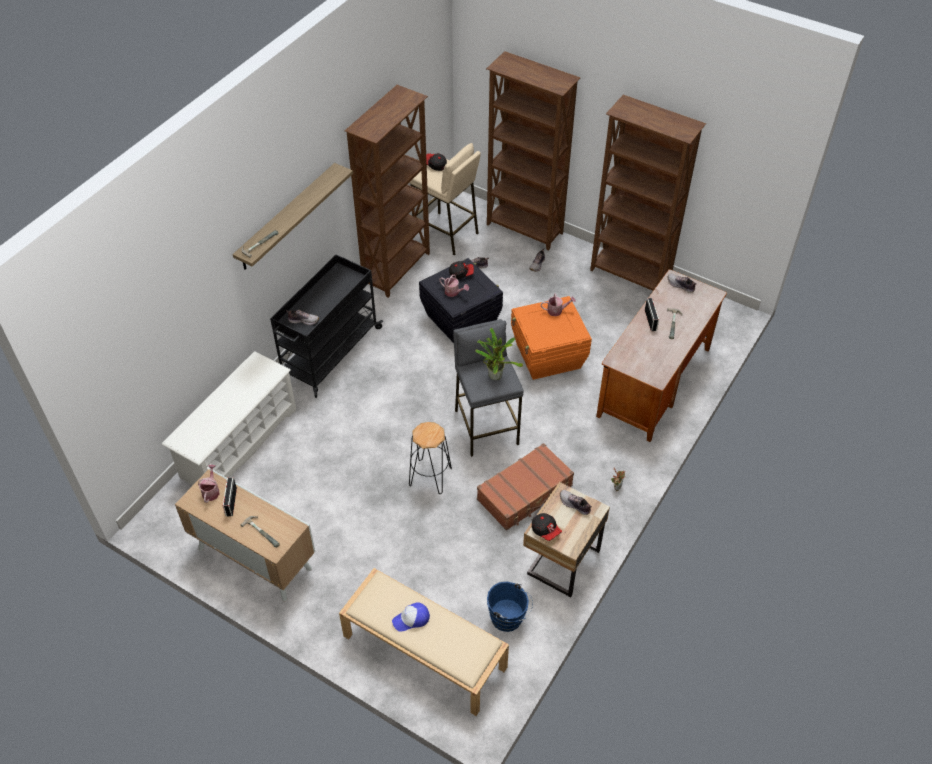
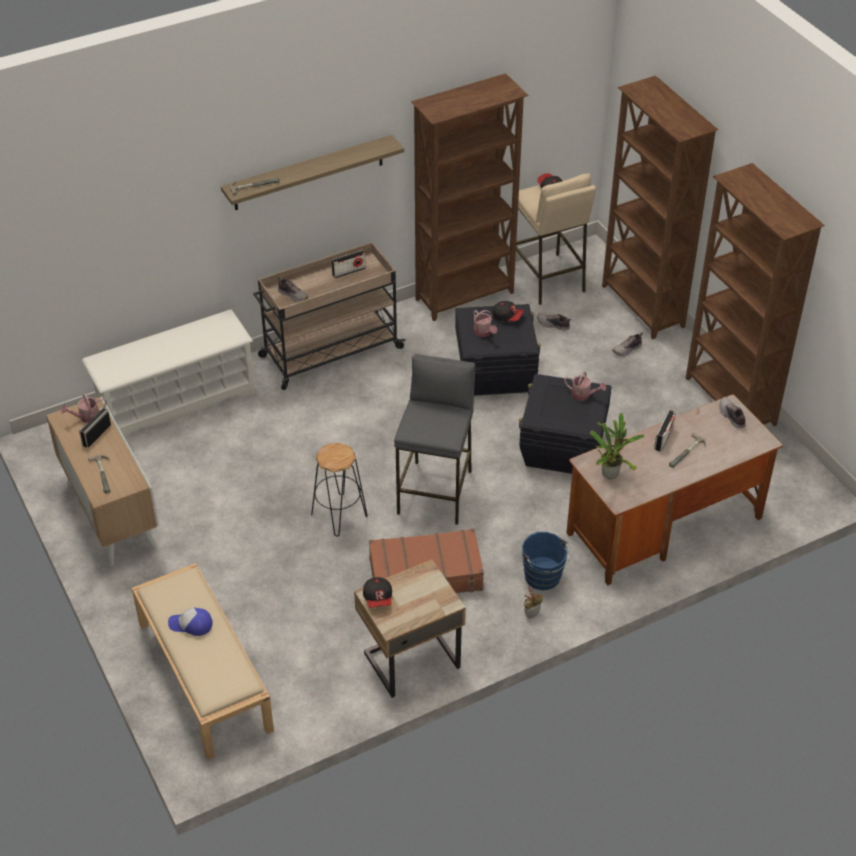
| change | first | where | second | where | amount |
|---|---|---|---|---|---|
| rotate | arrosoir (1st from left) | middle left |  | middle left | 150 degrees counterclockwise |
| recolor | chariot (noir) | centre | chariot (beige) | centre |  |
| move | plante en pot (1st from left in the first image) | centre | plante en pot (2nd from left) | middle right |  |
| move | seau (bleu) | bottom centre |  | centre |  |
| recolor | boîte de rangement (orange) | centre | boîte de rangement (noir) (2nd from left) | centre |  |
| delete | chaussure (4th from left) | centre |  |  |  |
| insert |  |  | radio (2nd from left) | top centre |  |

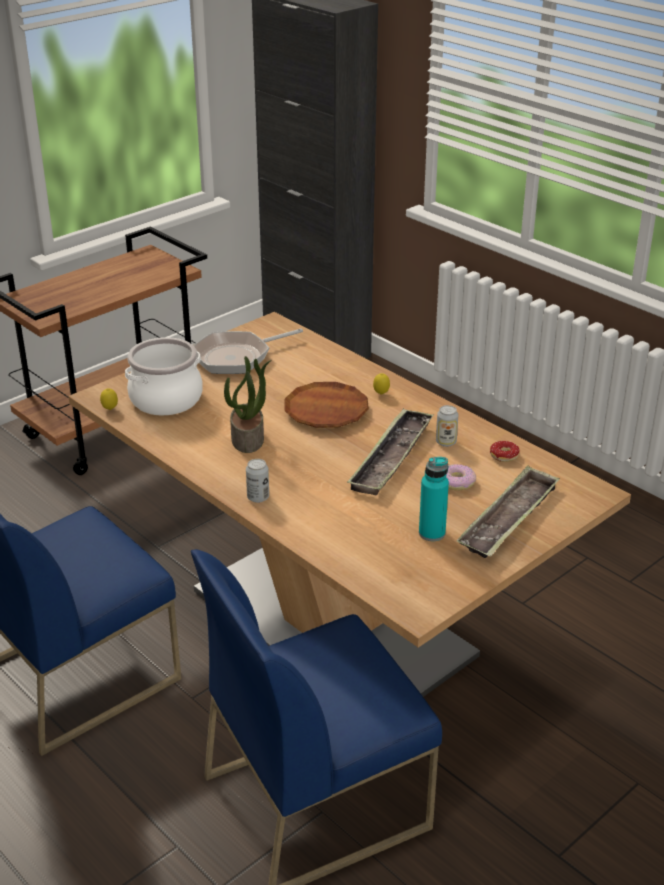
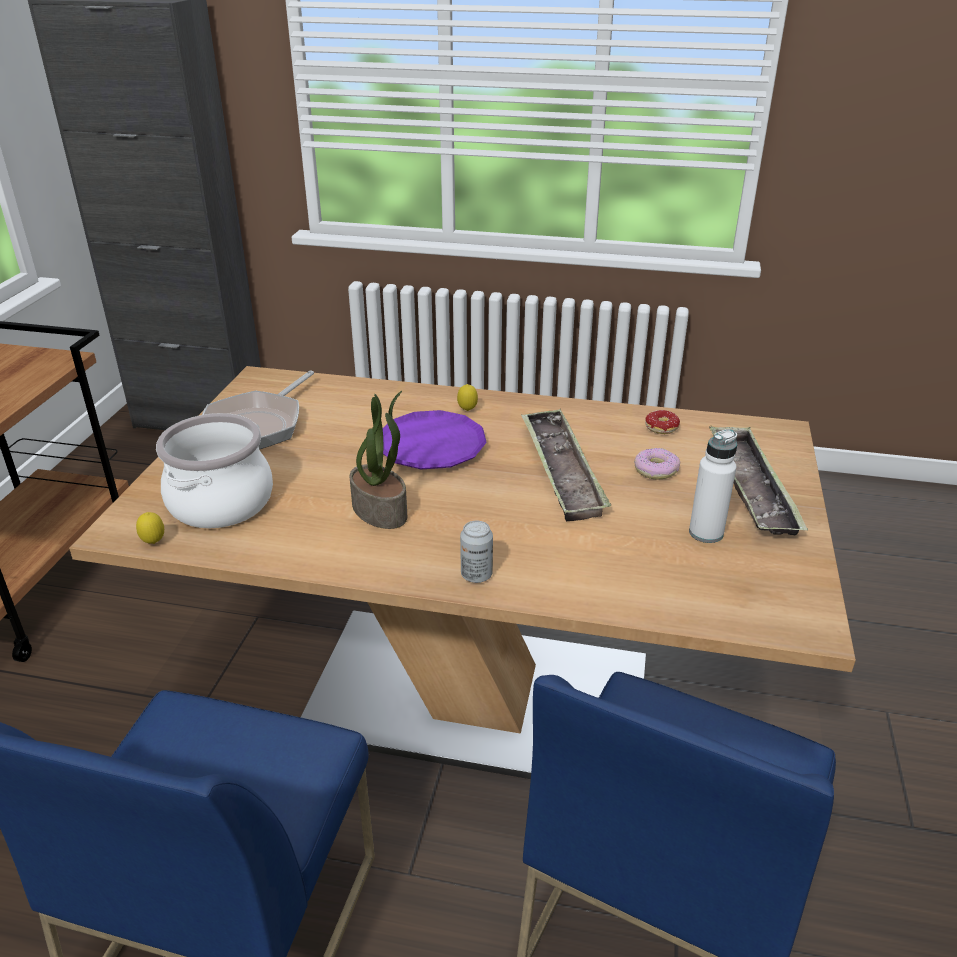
| change | first | where | second | where | amount |
|---|---|---|---|---|---|
| recolor | assiette (marron) | centre | assiette (violet) | centre |  |
| recolor | bouteille (turquoise) | centre | bouteille (blanc) | middle right |  |
| delete | boîte métallique (2nd from left) | middle right |  |  |  |

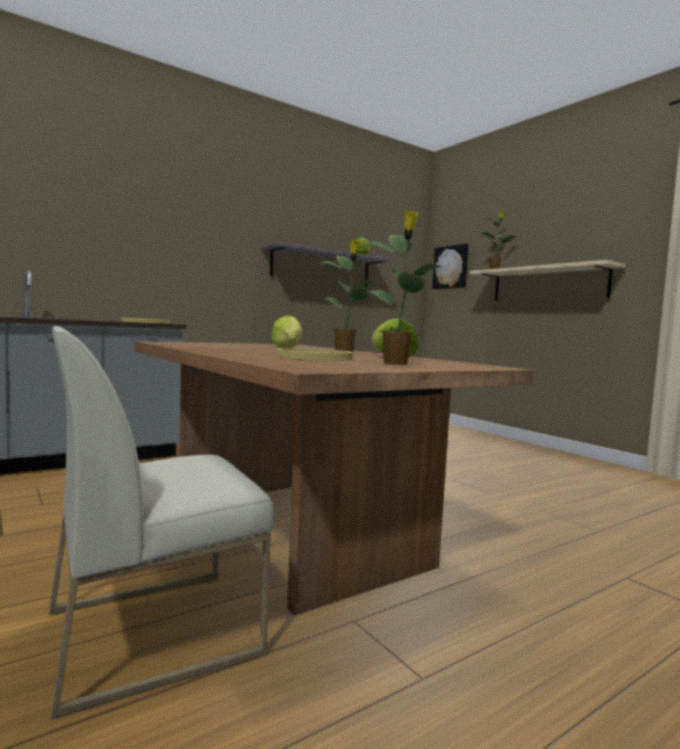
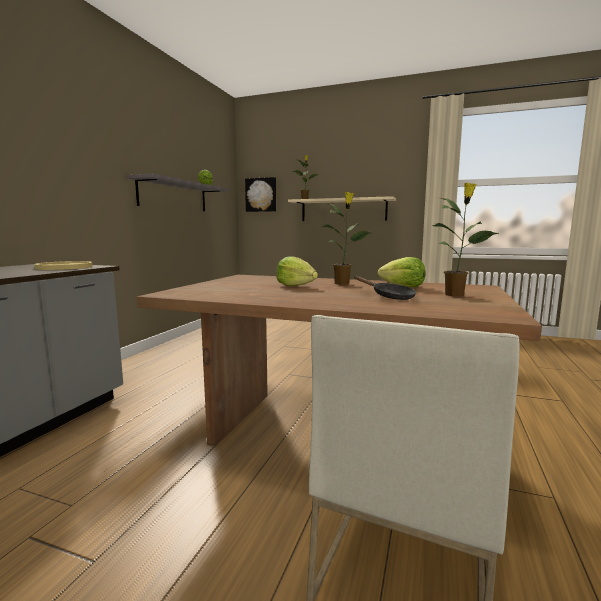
| change | first | where | second | where | amount |
|---|---|---|---|---|---|
| replace | assiette (jaune) (2nd from left) | centre | poêle (noir) | centre |  |

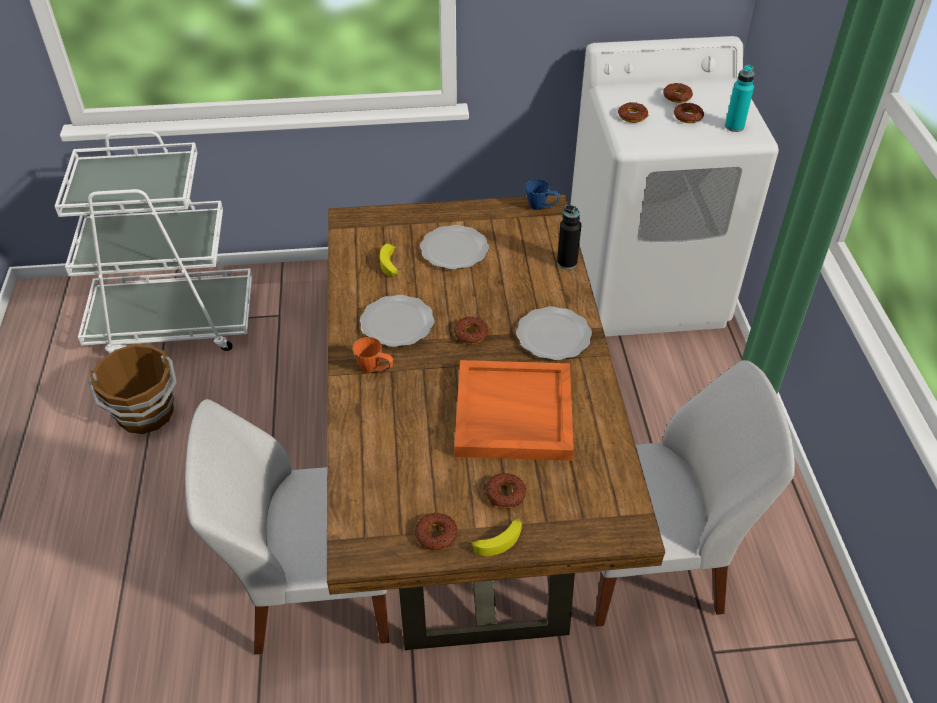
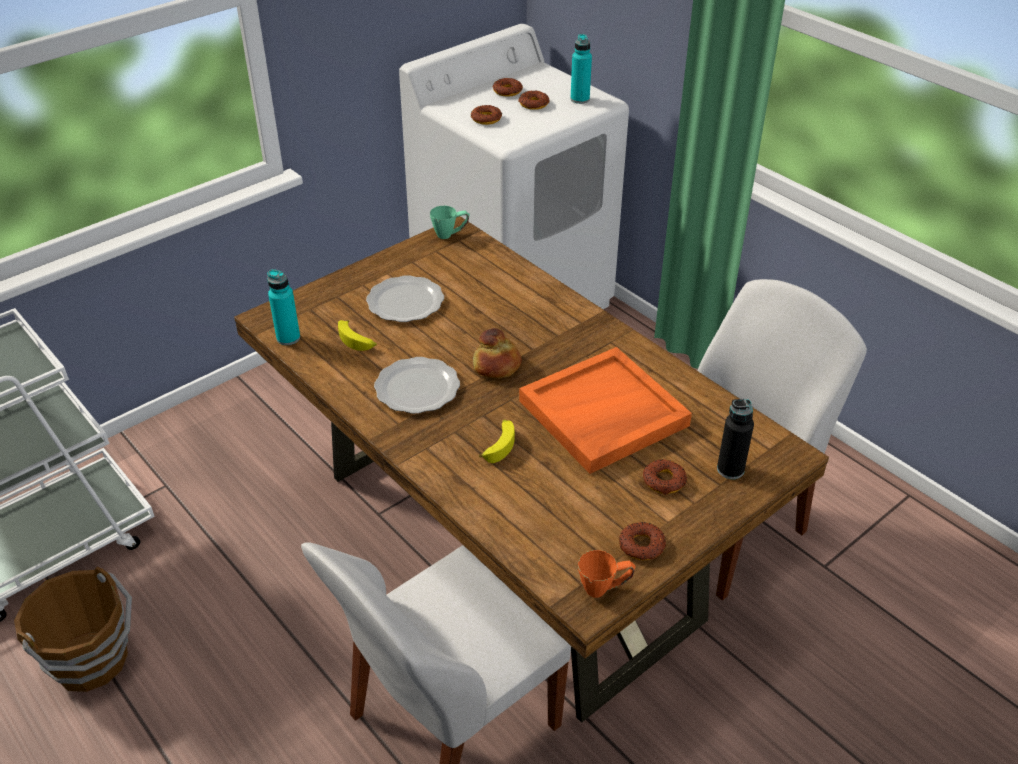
| change | first | where | second | where | amount |
|---|---|---|---|---|---|
| move | mug (orange) | centre |  | bottom centre |  |
| replace | beignet (2nd from left) | centre | pain | centre |  |
| move | banane (2nd from left) | bottom centre |  | centre |  |
| delete | assiette (3rd from left) | centre |  |  |  |
| recolor | mug (bleu) | top centre | mug (vert) | top centre |  |
| move | bouteille (noir) | centre |  | middle right |  |
| insert |  |  | bouteille (turquoise) (1st from left) | middle left |  |

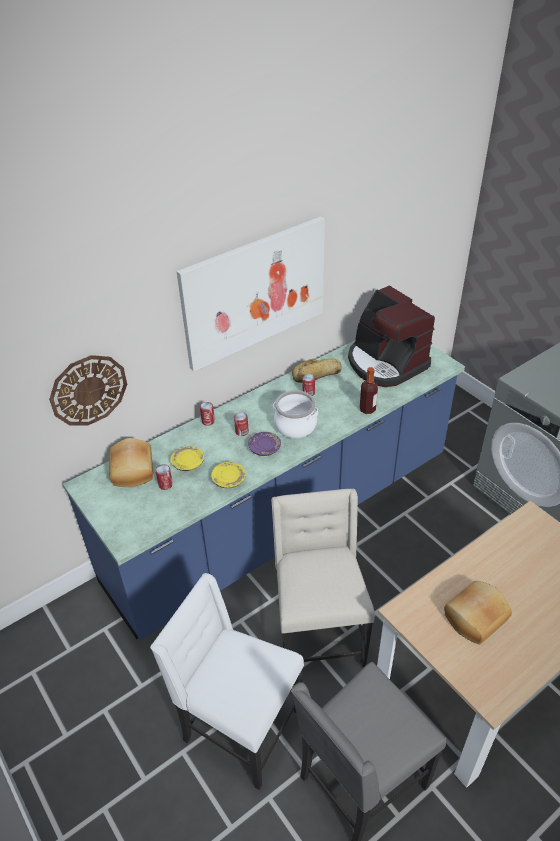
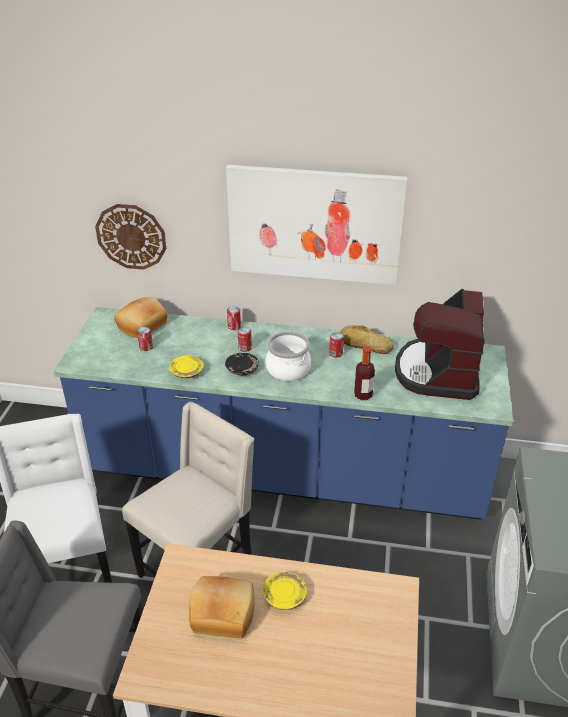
| change | first | where | second | where | amount |
|---|---|---|---|---|---|
| move | assiette (jaune) (1st from left in the first image) | centre | assiette (jaune) (2nd from left) | bottom centre |  |
| recolor | assiette (violet) | centre | assiette (noir) | centre |  |

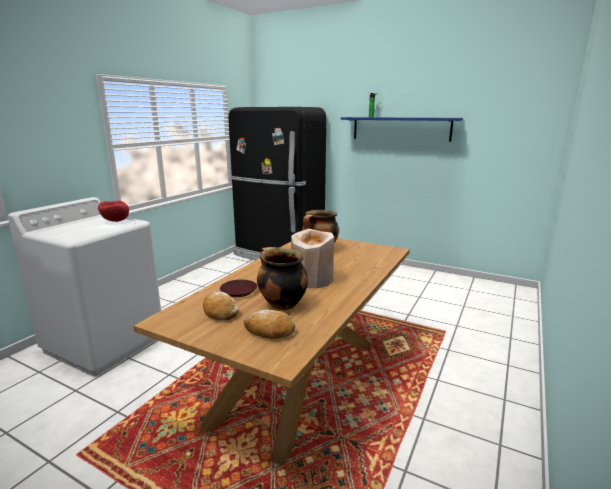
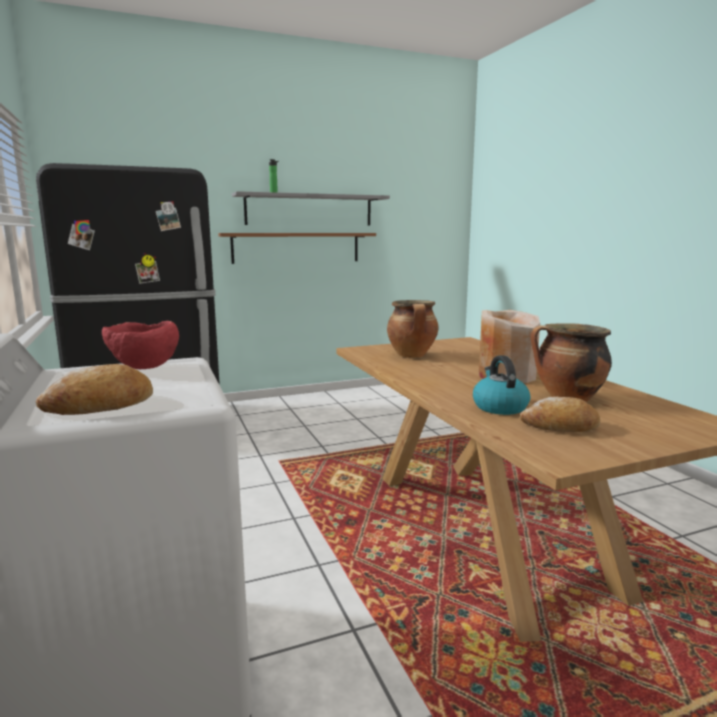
| change | first | where | second | where | amount |
|---|---|---|---|---|---|
| replace | assiette (marron) | centre | bouilloire | middle right |  |
| move | pain (2nd from left in the first image) | centre | pain (1st from left) | middle left |  |
| recolor | étagère (bleu) | top centre | étagère (gris) | top centre |  |
| insert |  |  | étagère (marron) | centre |  |

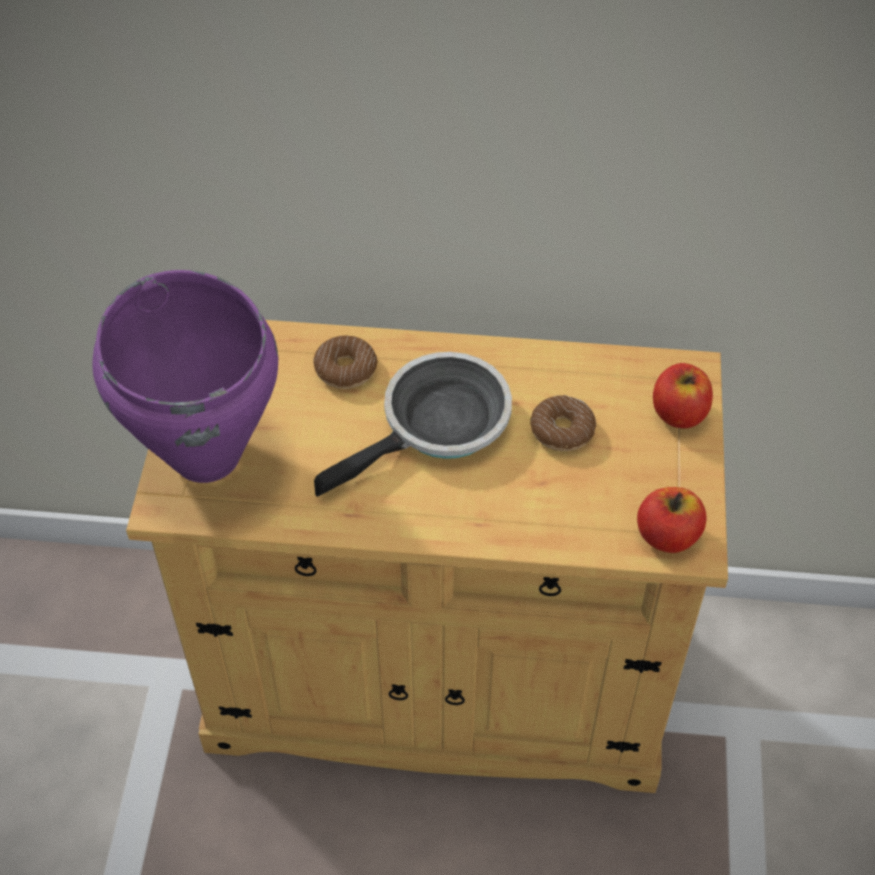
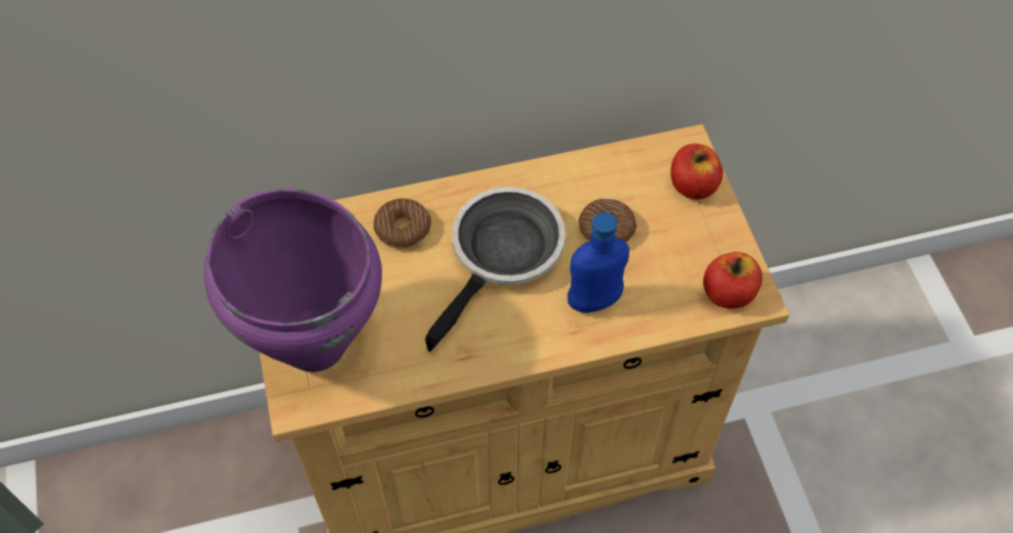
| change | first | where | second | where | amount |
|---|---|---|---|---|---|
| insert |  |  | bouteille (bleu) | centre |  |

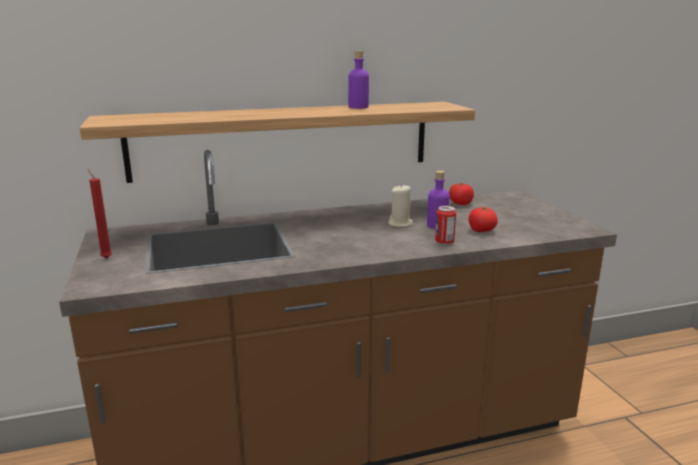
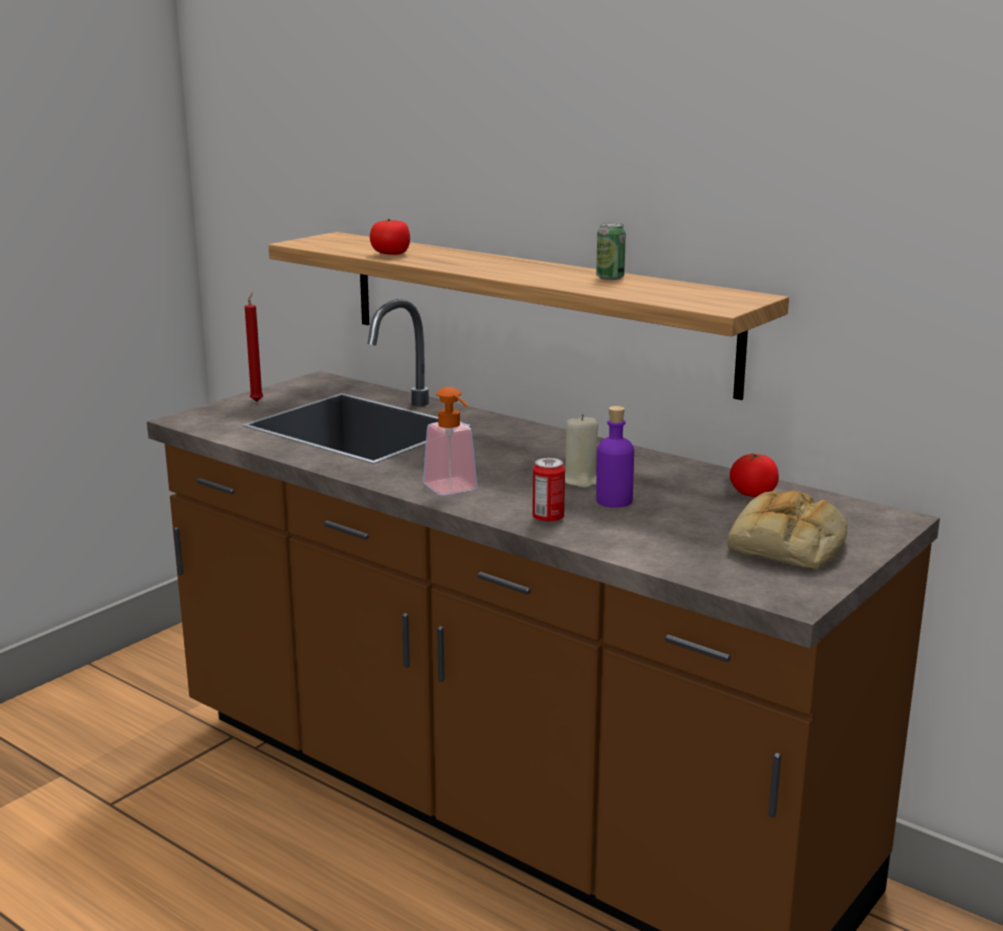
| change | first | where | second | where | amount |
|---|---|---|---|---|---|
| replace | bouteille (violet) (1st from left) | top centre | boîte métallique (2nd from left) | top centre |  |
| move | tomate (2nd from left in the first image) | middle right | tomate (1st from left) | top centre |  |
| insert |  |  | distributeur de savon | centre |  |
| insert |  |  | pain | middle right |  |

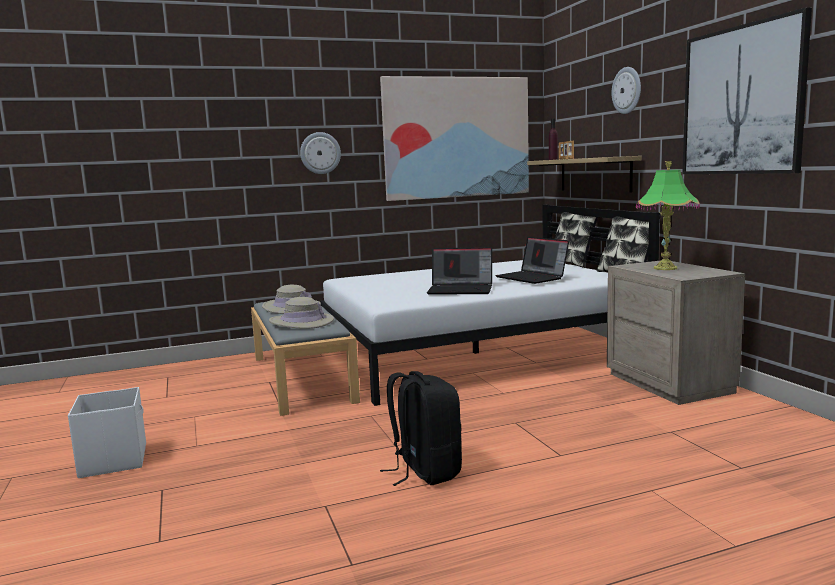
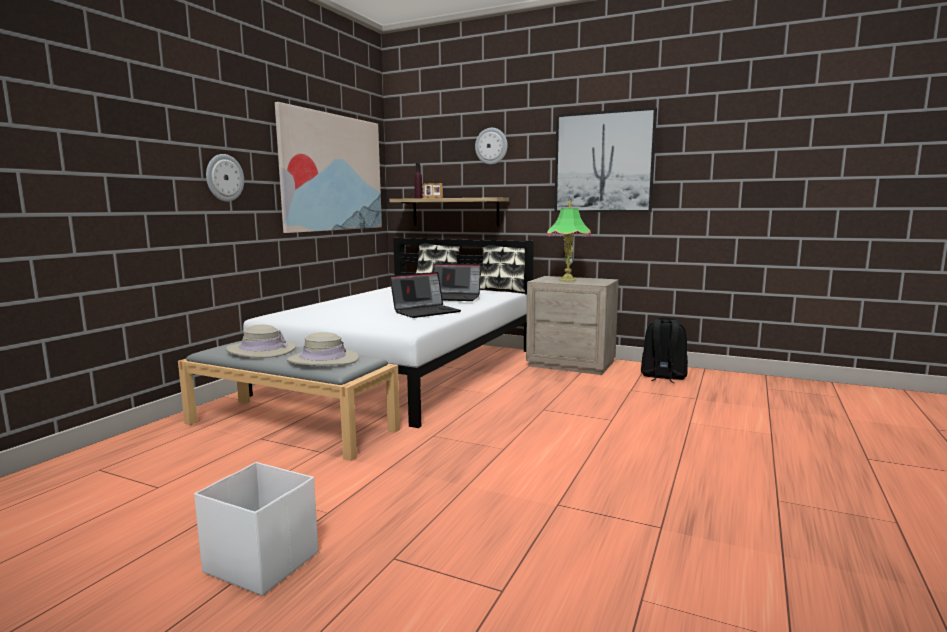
| change | first | where | second | where | amount |
|---|---|---|---|---|---|
| move | sac à dos (noir) | bottom centre |  | middle right |  |

